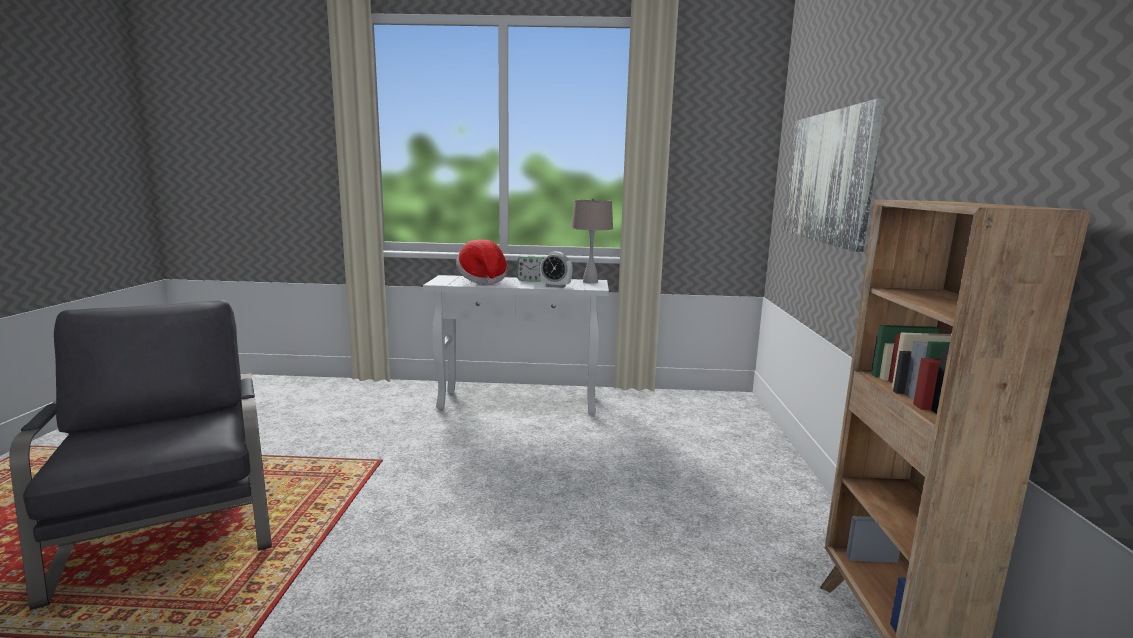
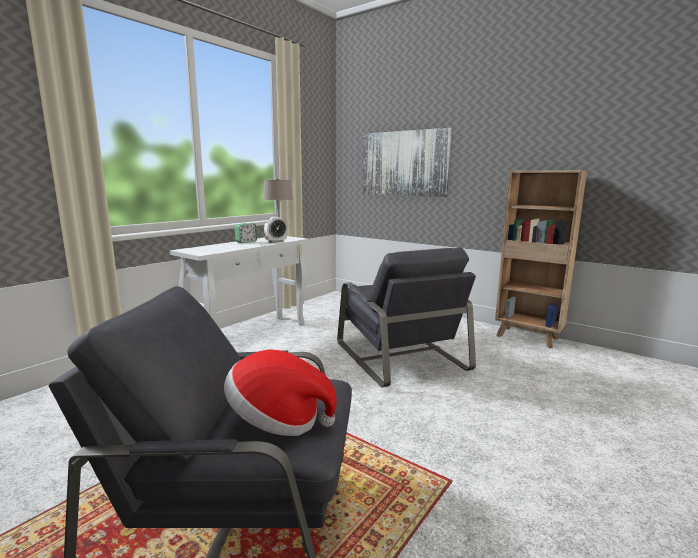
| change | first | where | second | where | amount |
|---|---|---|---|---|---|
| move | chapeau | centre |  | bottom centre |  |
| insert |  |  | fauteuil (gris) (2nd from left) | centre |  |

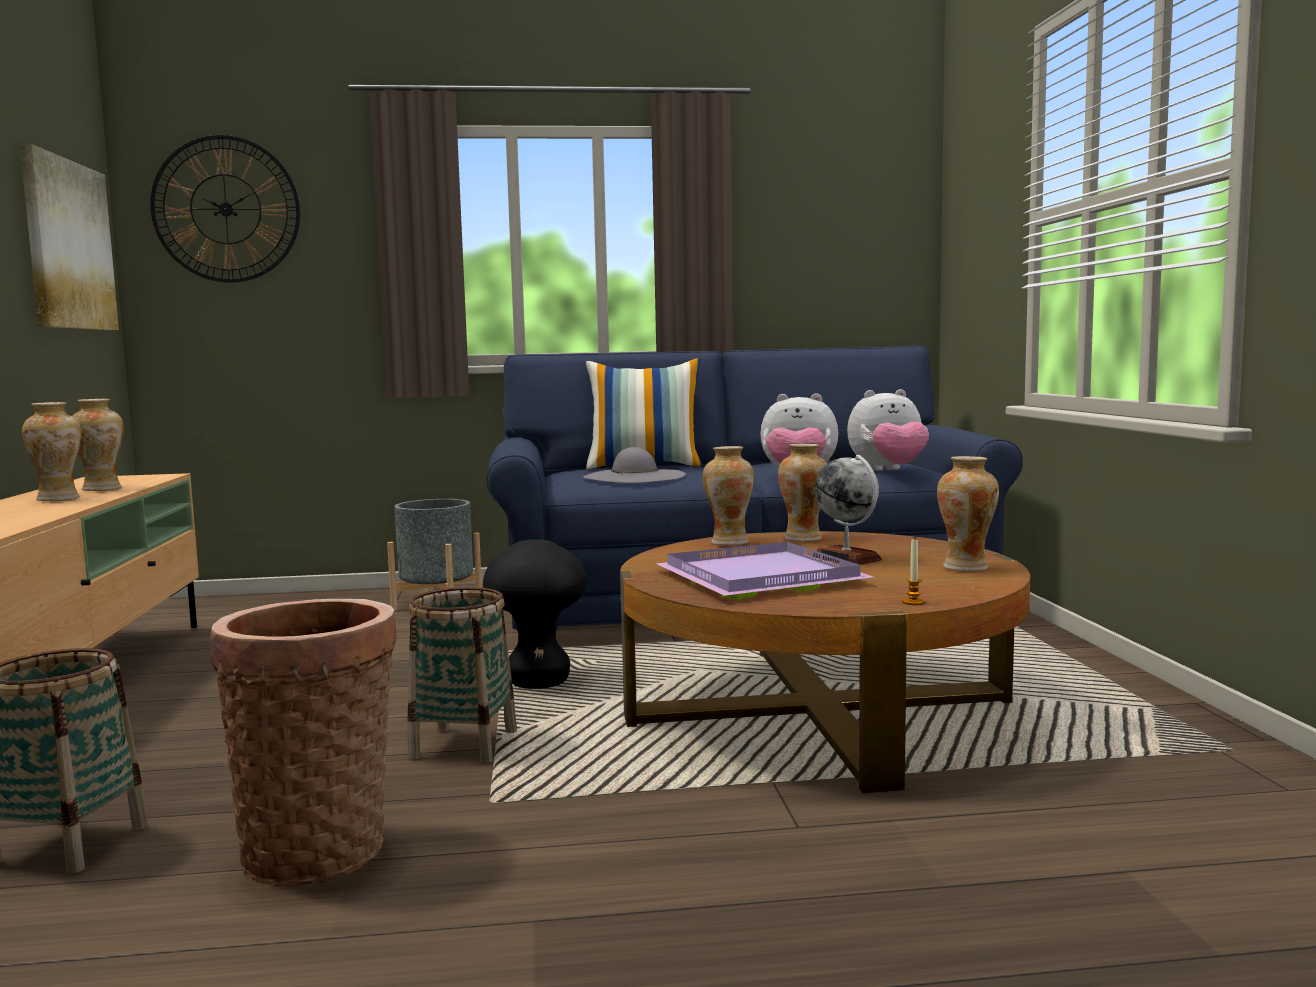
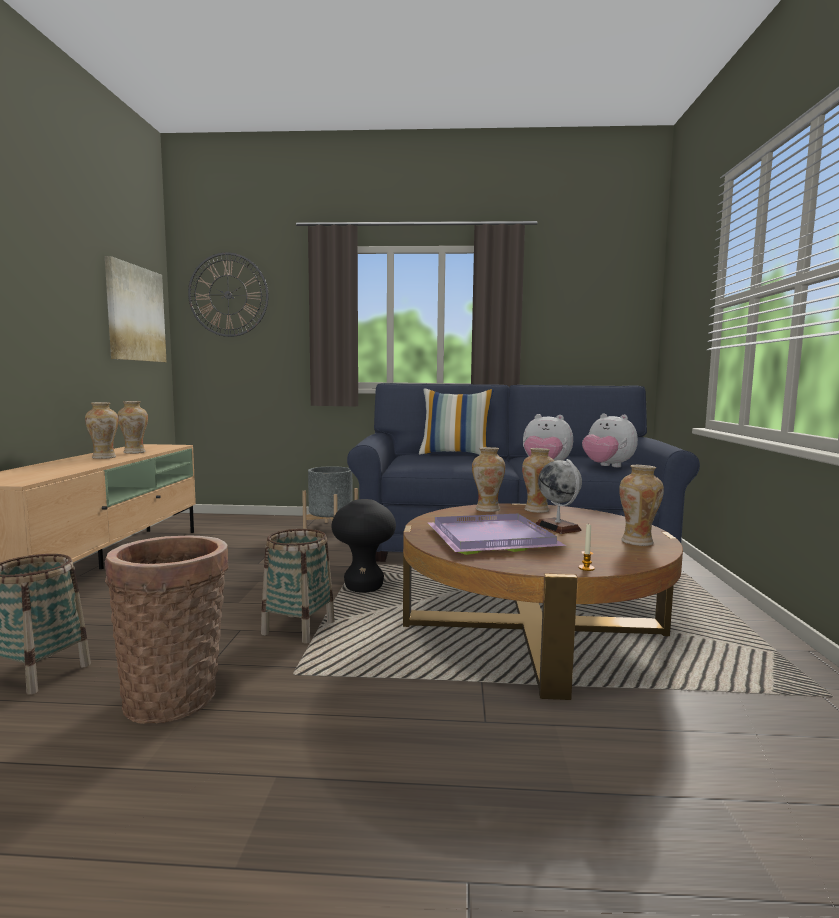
| change | first | where | second | where | amount |
|---|---|---|---|---|---|
| delete | chapeau (gris) | centre |  |  |  |
| rotate | peluche (2nd from left) | middle right |  | middle right | 45 degrees clockwise |

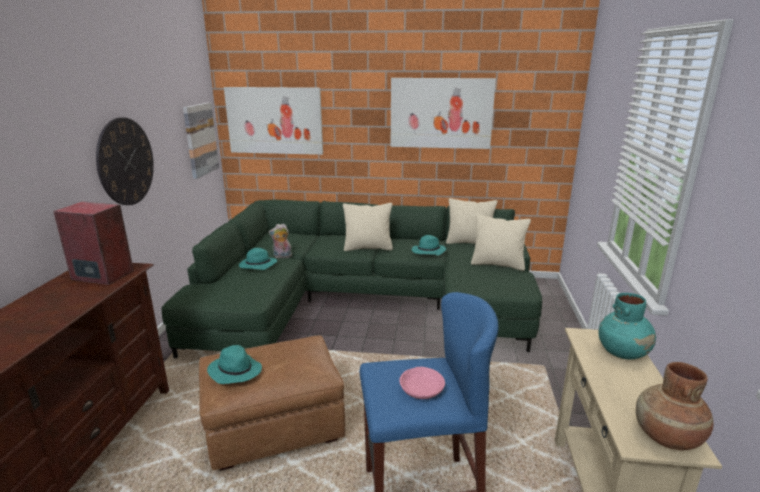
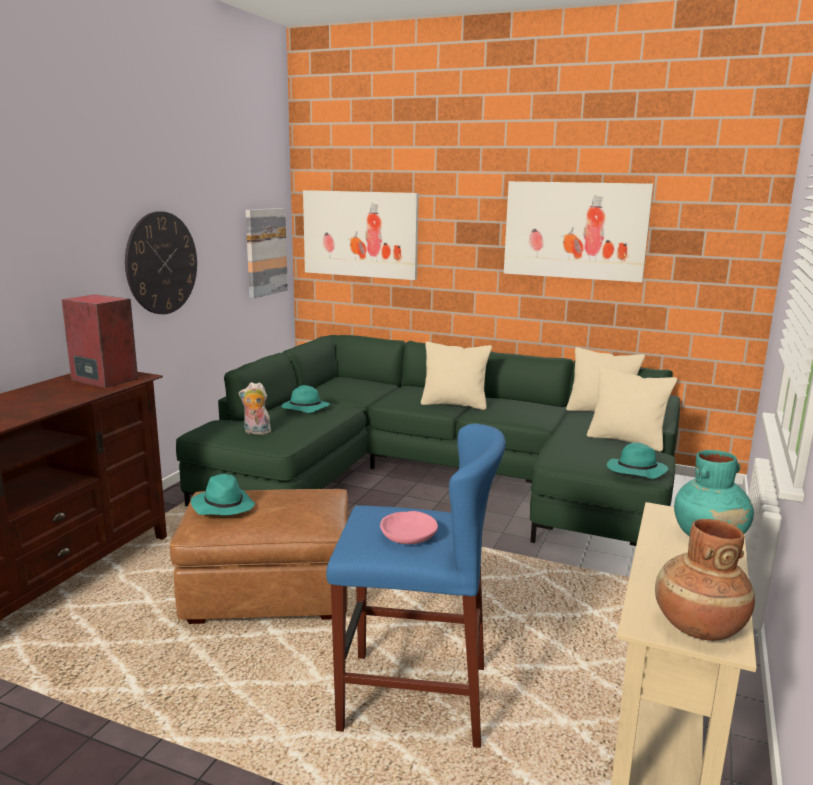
| change | first | where | second | where | amount |
|---|---|---|---|---|---|
| move | peluche | centre |  | middle left |  |
| move | chapeau (turquoise) (3rd from left) | centre |  | middle right |  |

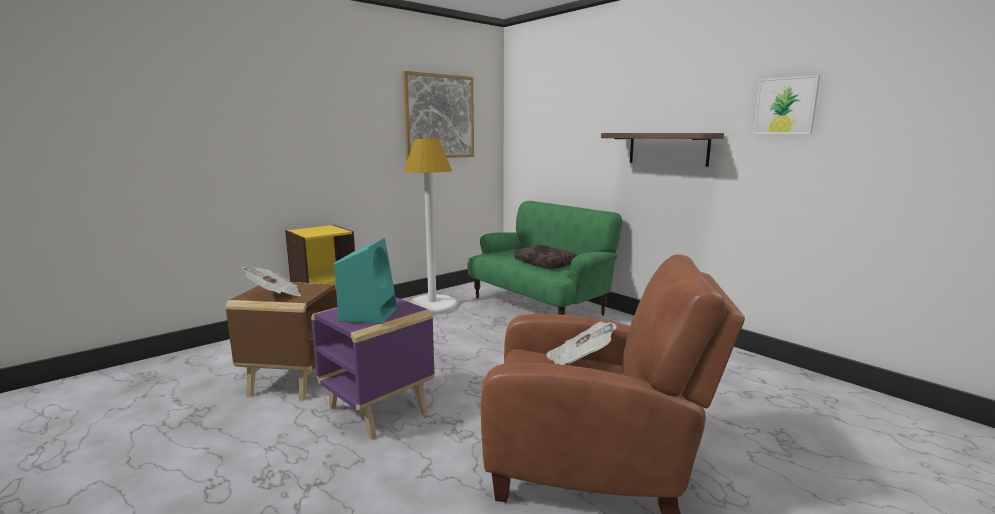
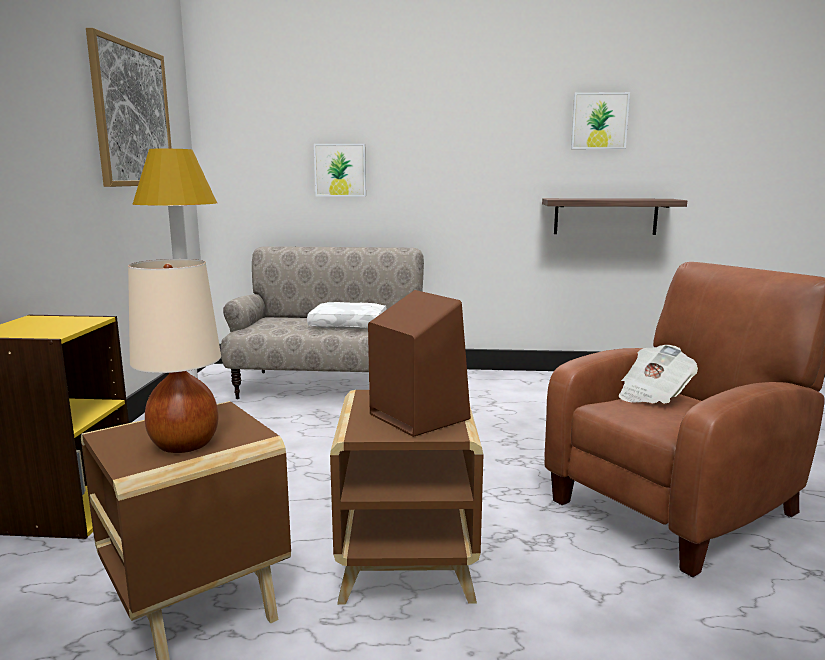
| change | first | where | second | where | amount |
|---|---|---|---|---|---|
| replace | journal (1st from left) | middle left | lampe de table (beige) | middle left |  |
| recolor | table d'appoint (violet) | bottom centre | table d'appoint (marron) (2nd from left) | bottom centre |  |
| recolor | enceinte (turquoise) | centre | enceinte (marron) | centre |  |
| recolor | canapé (vert) | centre | canapé (beige) | centre |  |
| recolor | coussin (marron) | centre | coussin (blanc) | centre |  |
| move | étagère | top centre |  | top right |  |
| insert |  |  | tableau (2nd from left) | top centre |  |

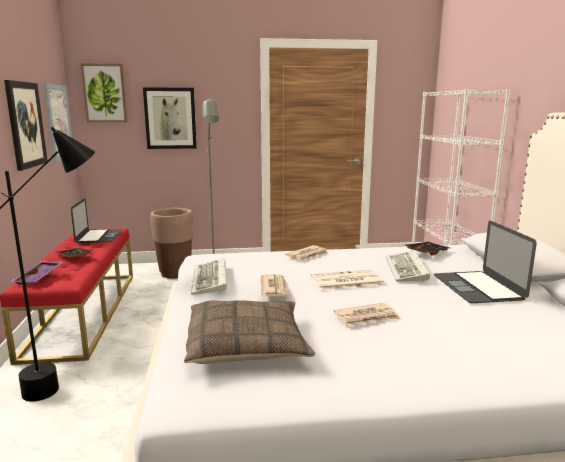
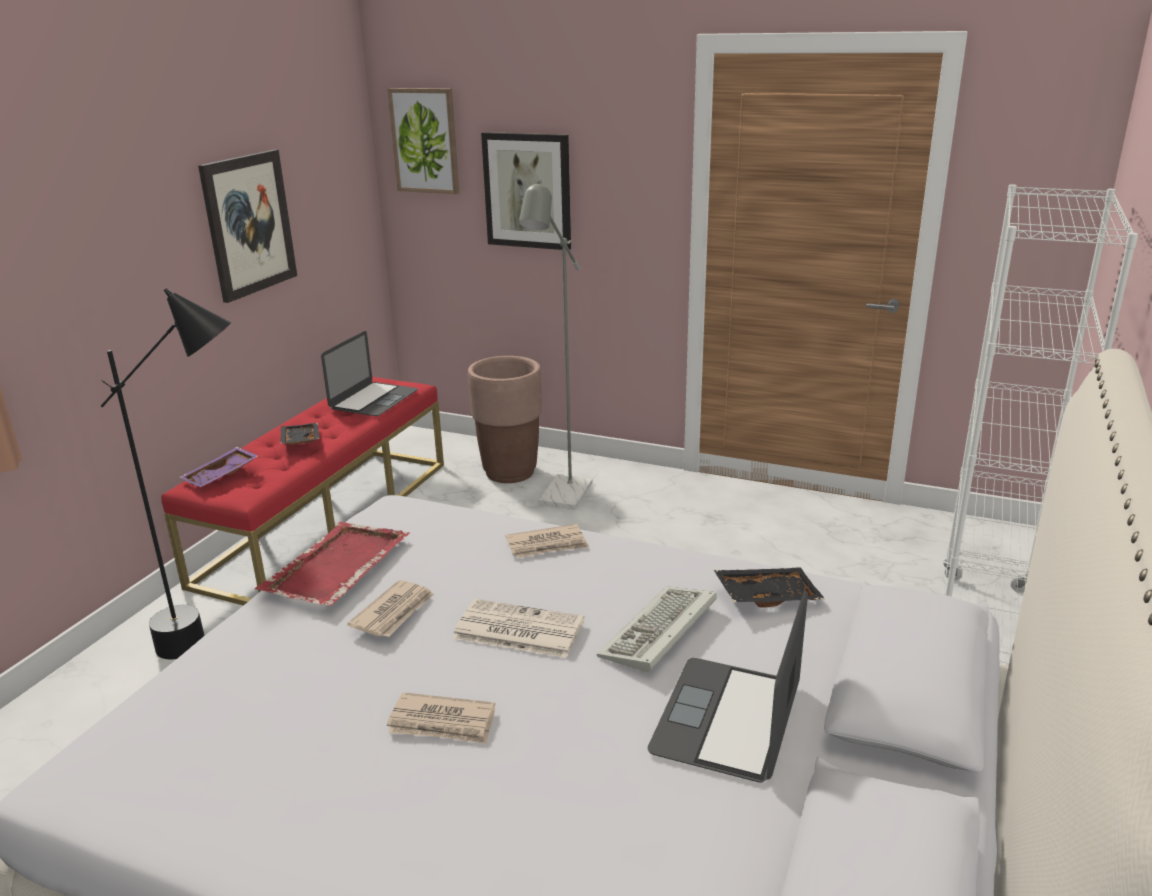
| change | first | where | second | where | amount |
|---|---|---|---|---|---|
| delete | tableau (2nd from left) | top left |  |  |  |
| delete | coussin | bottom centre |  |  |  |
| replace | clavier (1st from left) | centre | plateau (rouge) | middle left |  |

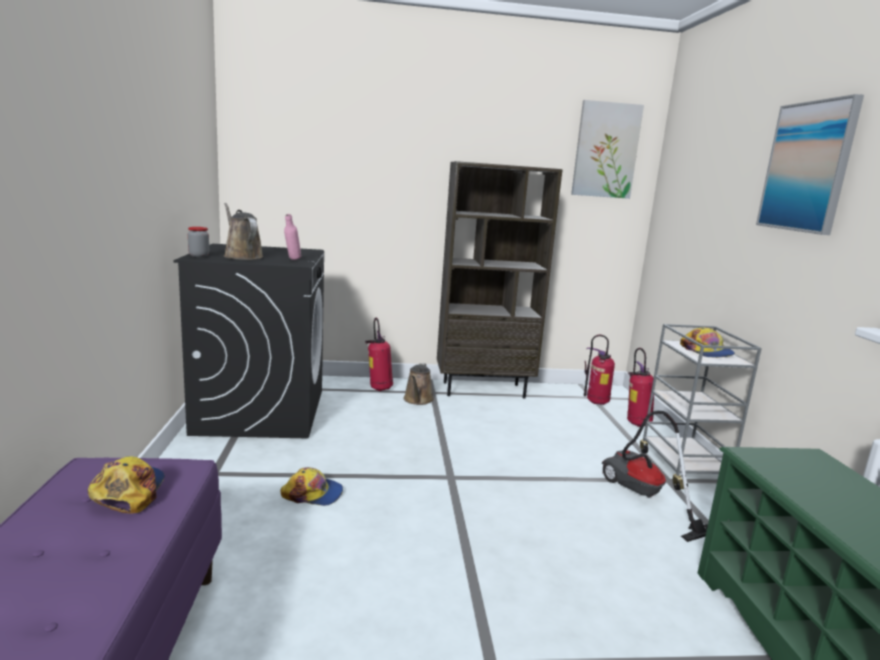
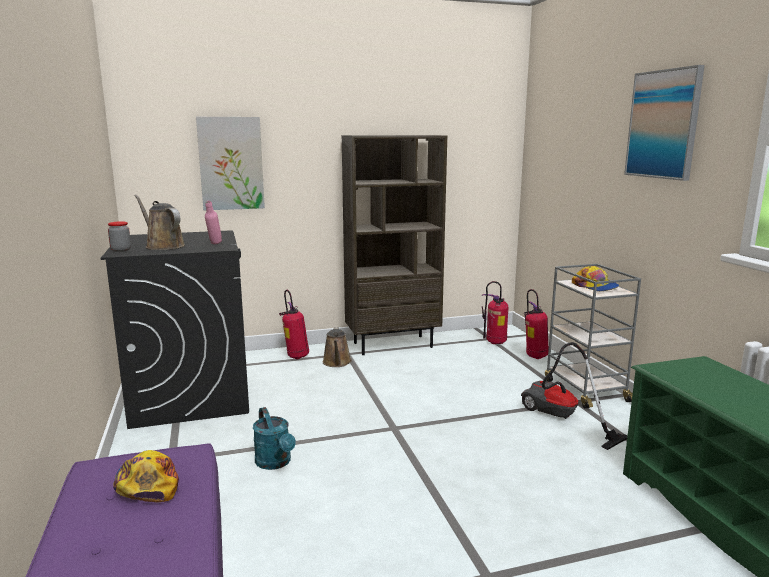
| change | first | where | second | where | amount |
|---|---|---|---|---|---|
| replace | casquette (2nd from left) | bottom centre | arrosoir (turquoise) | bottom centre |  |
| move | tableau (1st from left) | top right |  | top left |  |

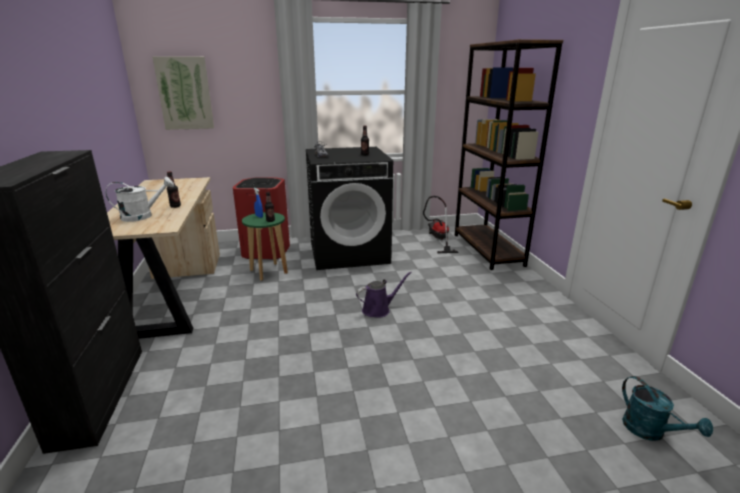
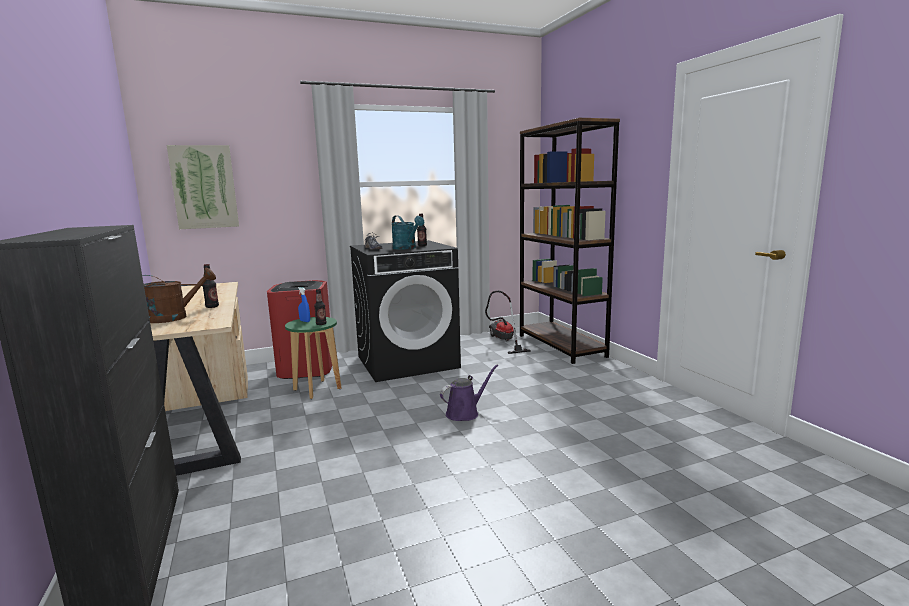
| change | first | where | second | where | amount |
|---|---|---|---|---|---|
| recolor | arrosoir (blanc) | middle left | arrosoir (marron) | middle left |  |
| move | arrosoir (turquoise) | bottom right |  | centre |  |

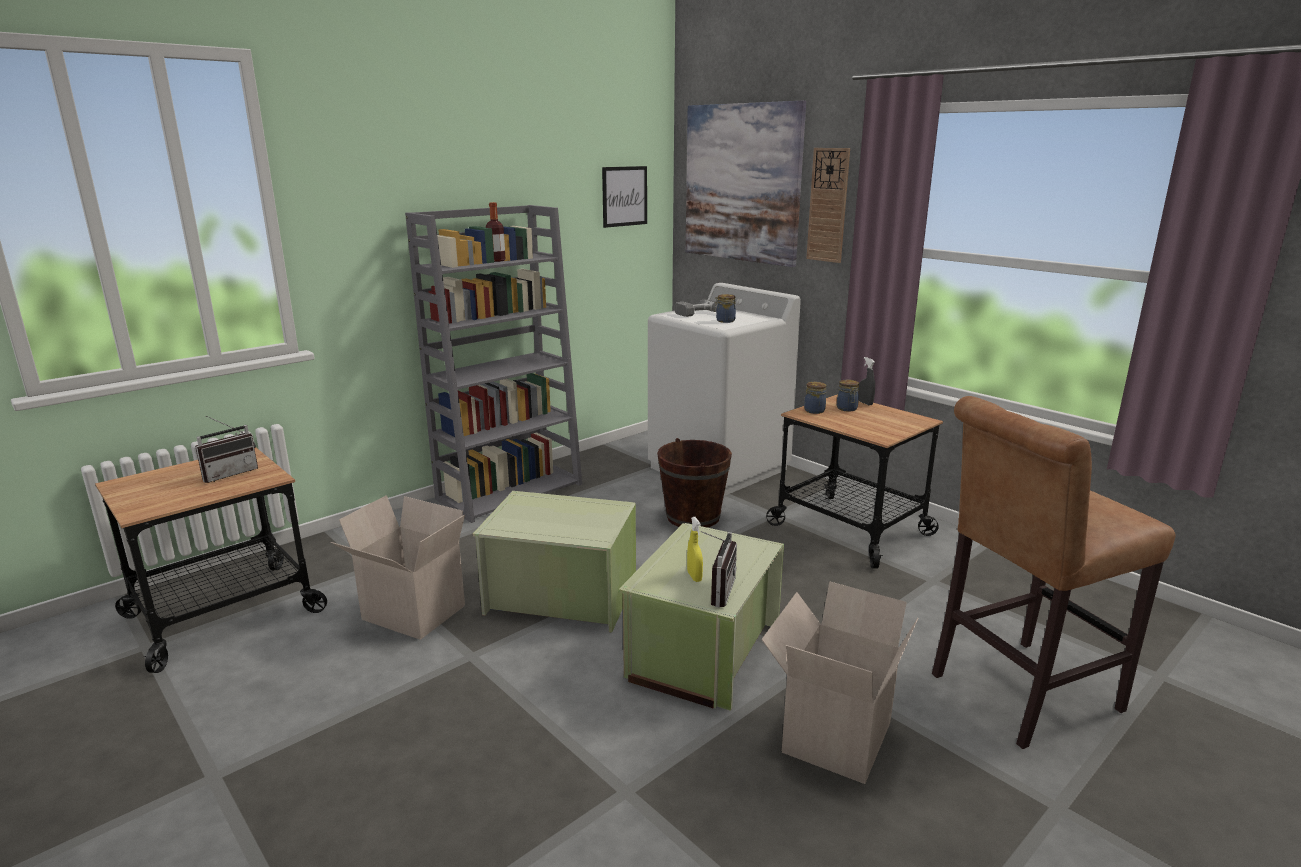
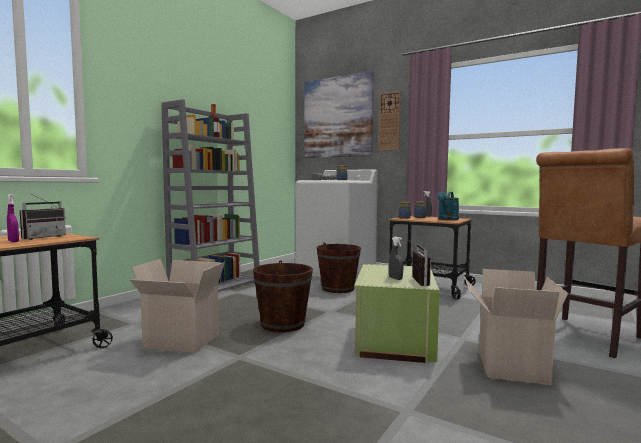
| change | first | where | second | where | amount |
|---|---|---|---|---|---|
| replace | boîte de rangement (vert) (1st from left) | centre | seau (marron) (1st from left) | bottom centre |  |
| delete | tableau (1st from left) | top centre |  |  |  |
| recolor | vaporisateur (jaune) | centre | vaporisateur (gris) (1st from left) | centre |  |
| insert |  |  | vaporisateur (violet) | middle left |  |
| insert |  |  | arrosoir (turquoise) | middle right |  |

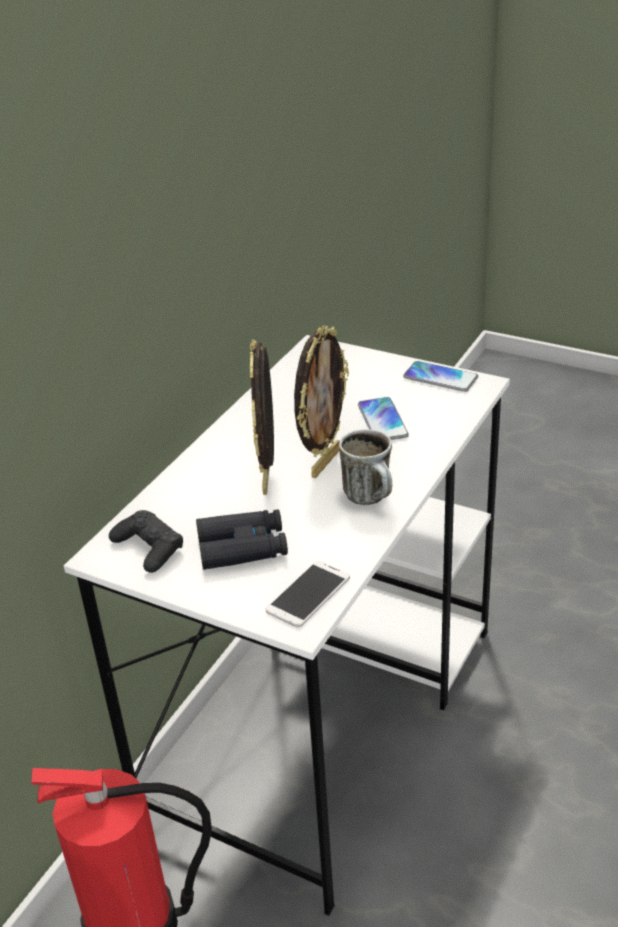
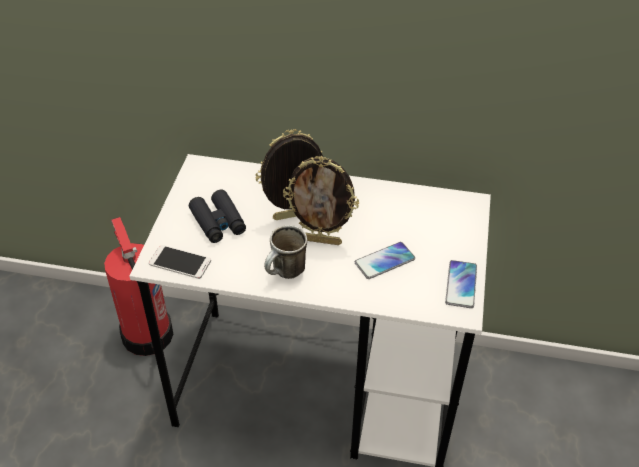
| change | first | where | second | where | amount |
|---|---|---|---|---|---|
| delete | manette (noir) | middle left |  |  |  |

